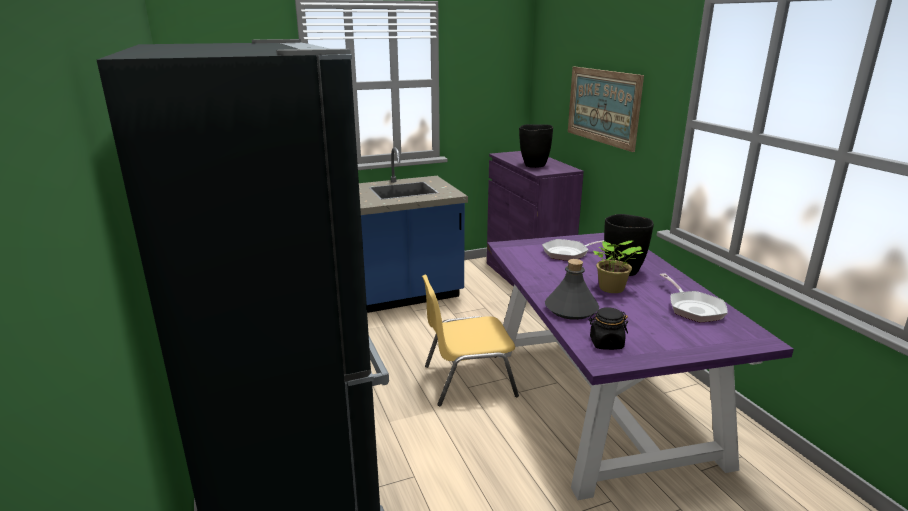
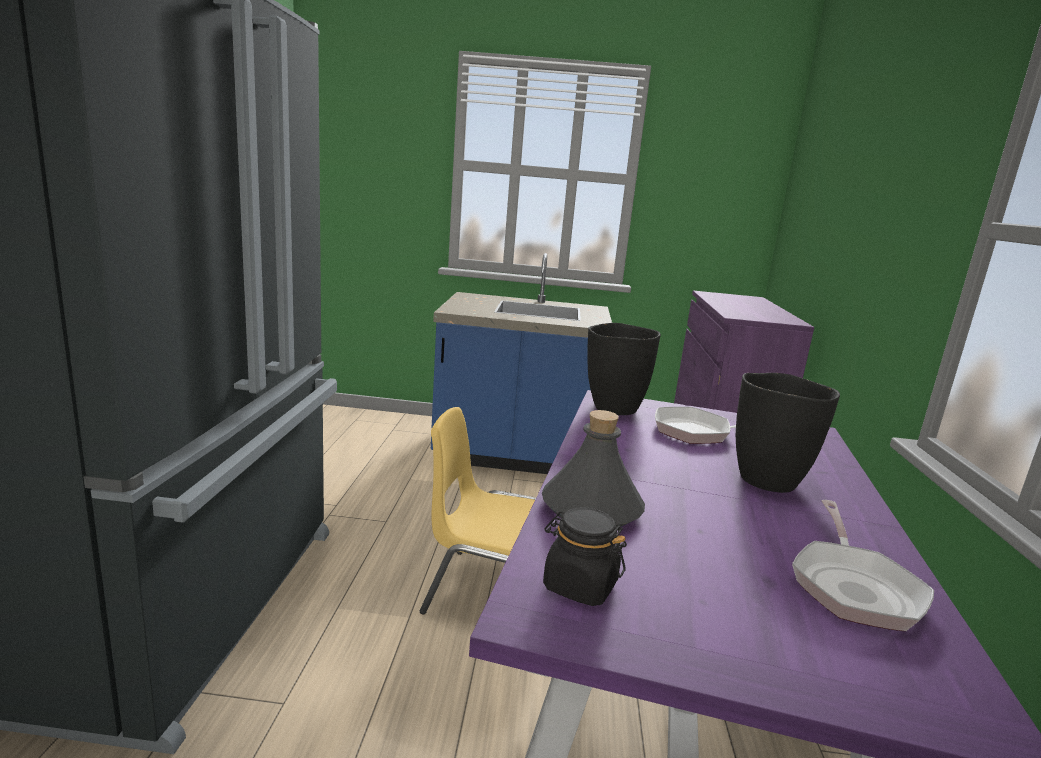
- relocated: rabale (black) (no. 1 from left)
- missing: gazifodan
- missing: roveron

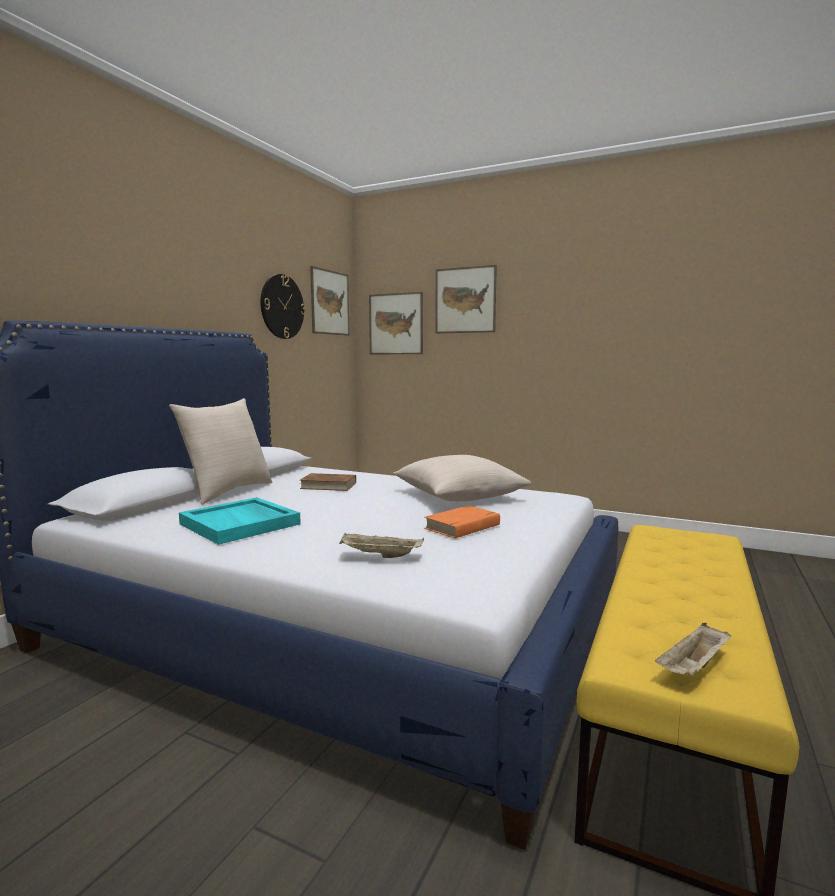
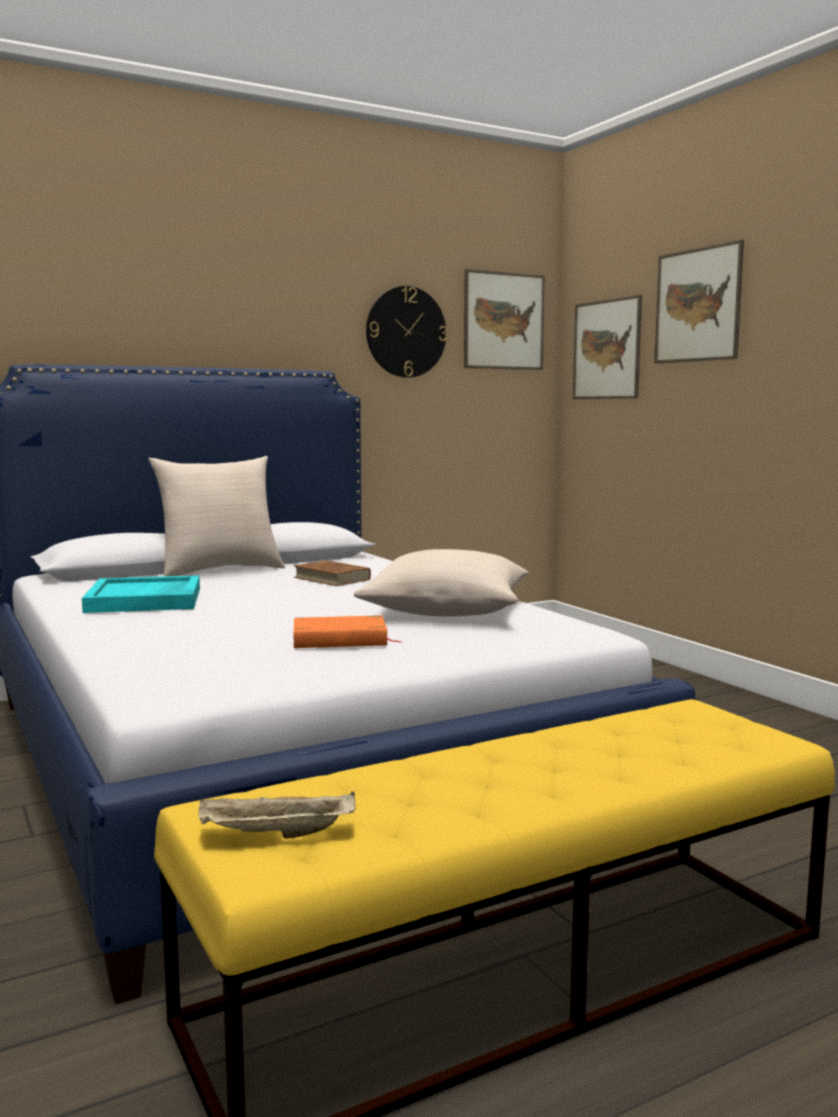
- missing: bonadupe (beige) (no. 1 from left)

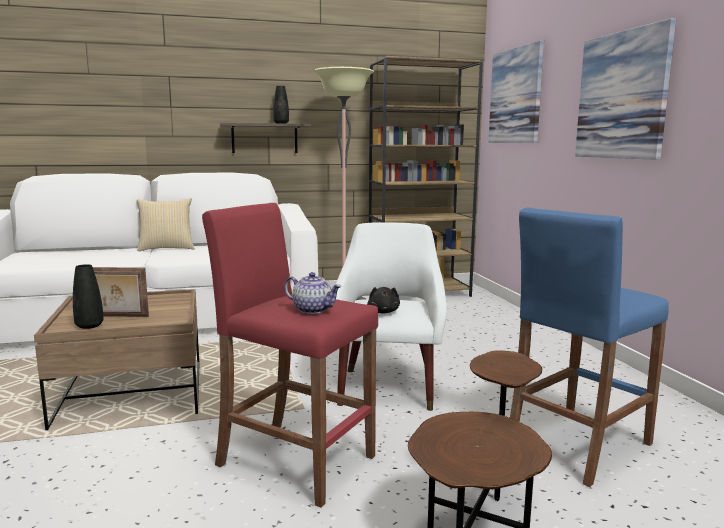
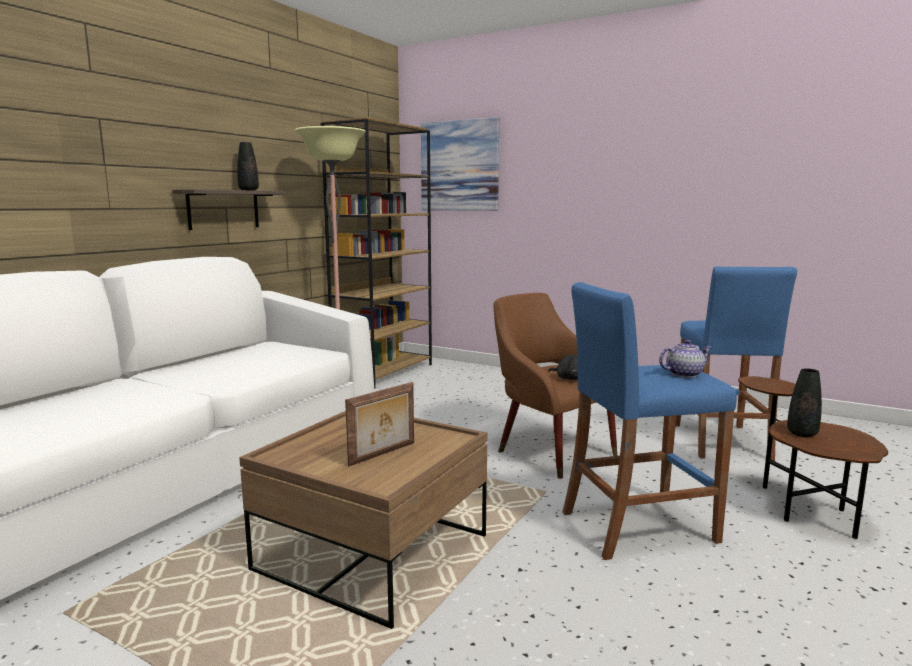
- colour: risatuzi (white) to risatuzi (brown)
- colour: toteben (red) to toteben (blue) (no. 1 from left)
- relocated: rabale (black) (no. 1 from left in the first image) to rabale (black) (no. 2 from left)
- missing: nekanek
- missing: gazifodan (no. 2 from left)

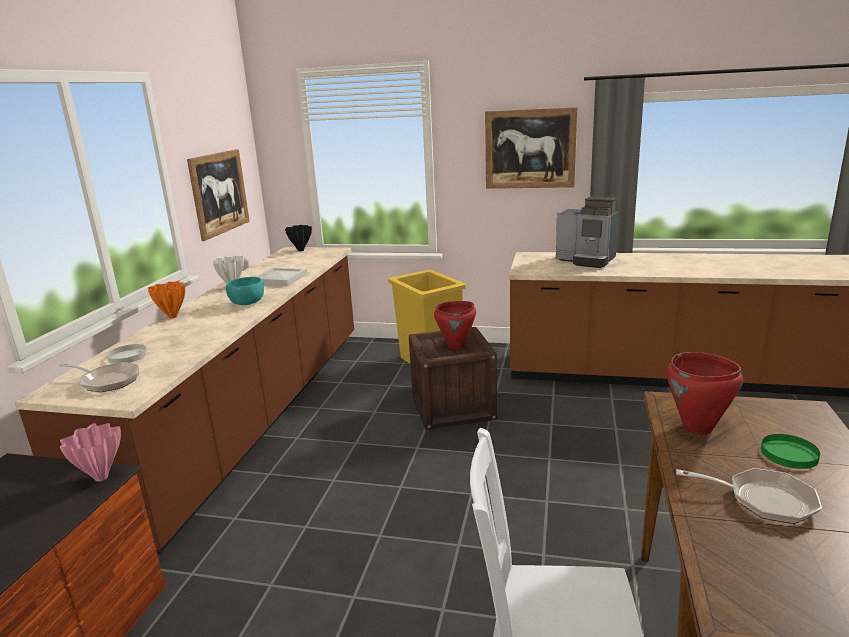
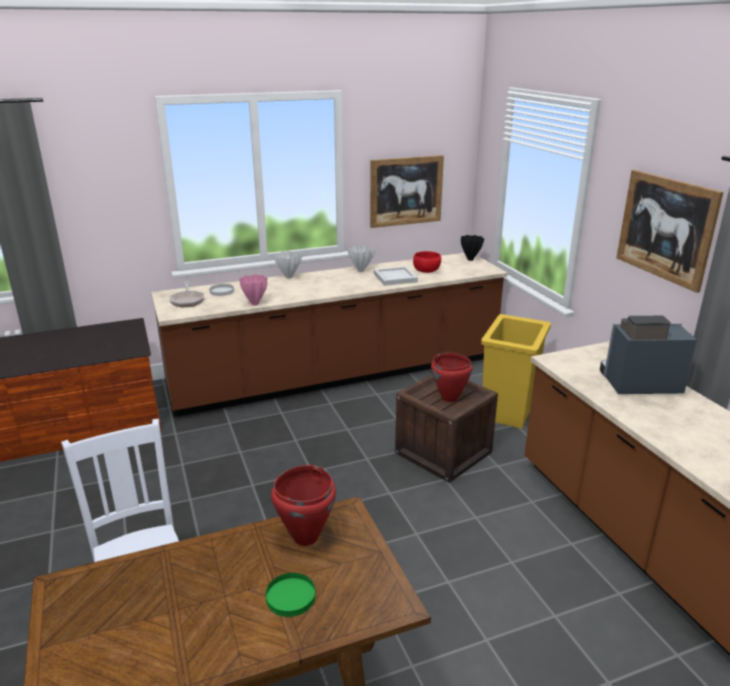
- relocated: rabale (pink)
- colour: rabale (orange) to rabale (white) (no. 1 from left)
- appeared: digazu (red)
- spun: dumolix 90 degrees clockwise
- missing: digazu (turquoise)
- missing: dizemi (no. 2 from left)

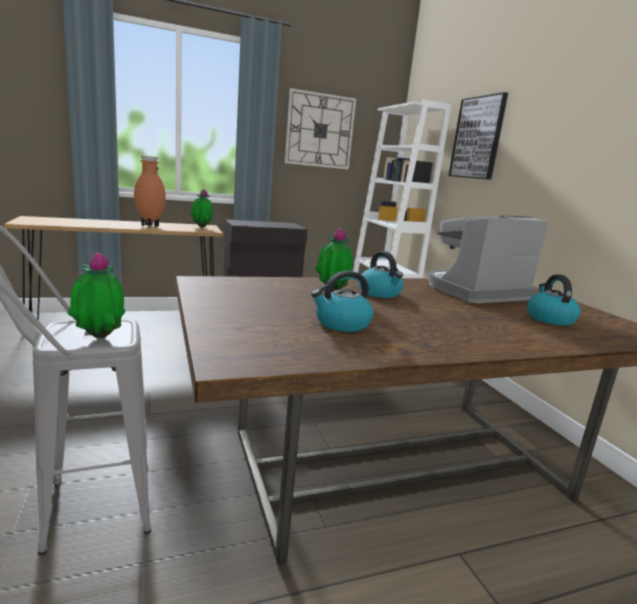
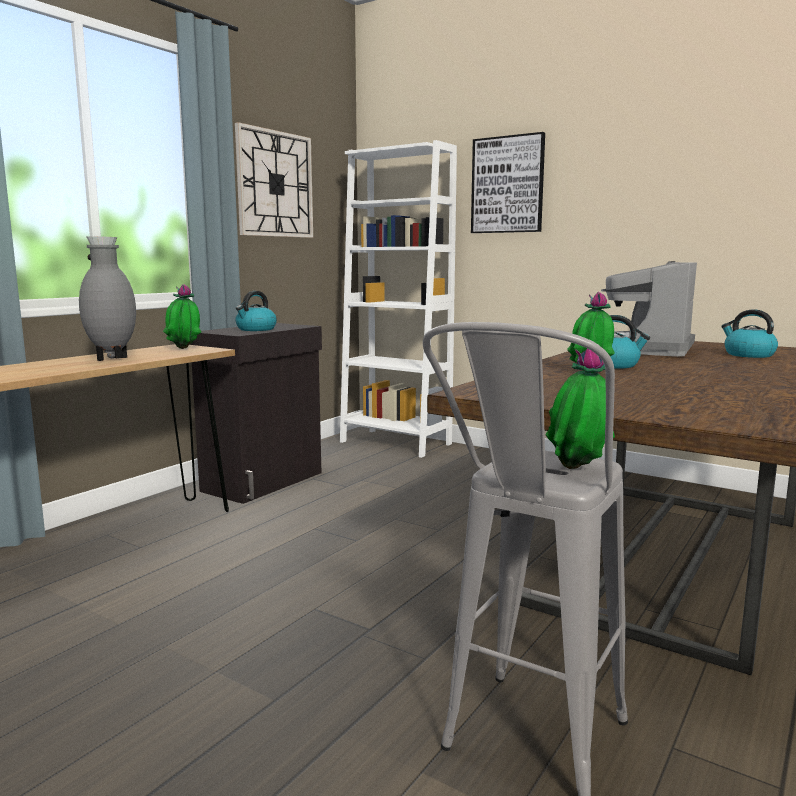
- colour: rabale (brown) to rabale (grey)
- relocated: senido (no. 1 from left)

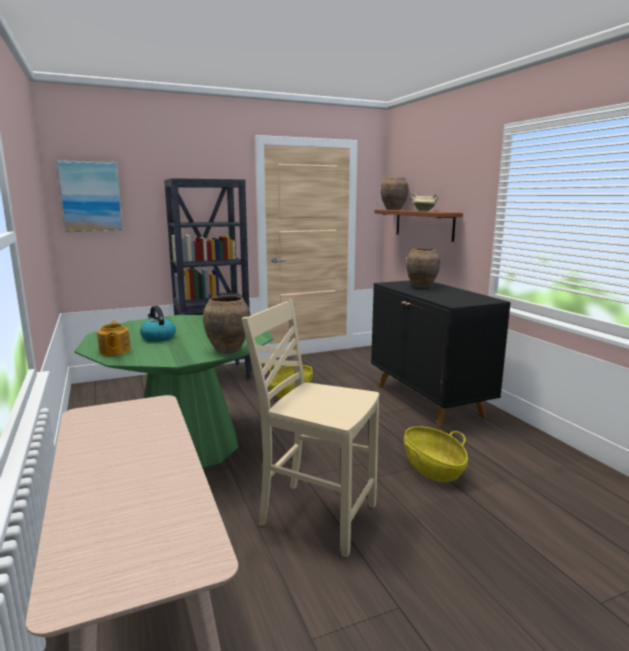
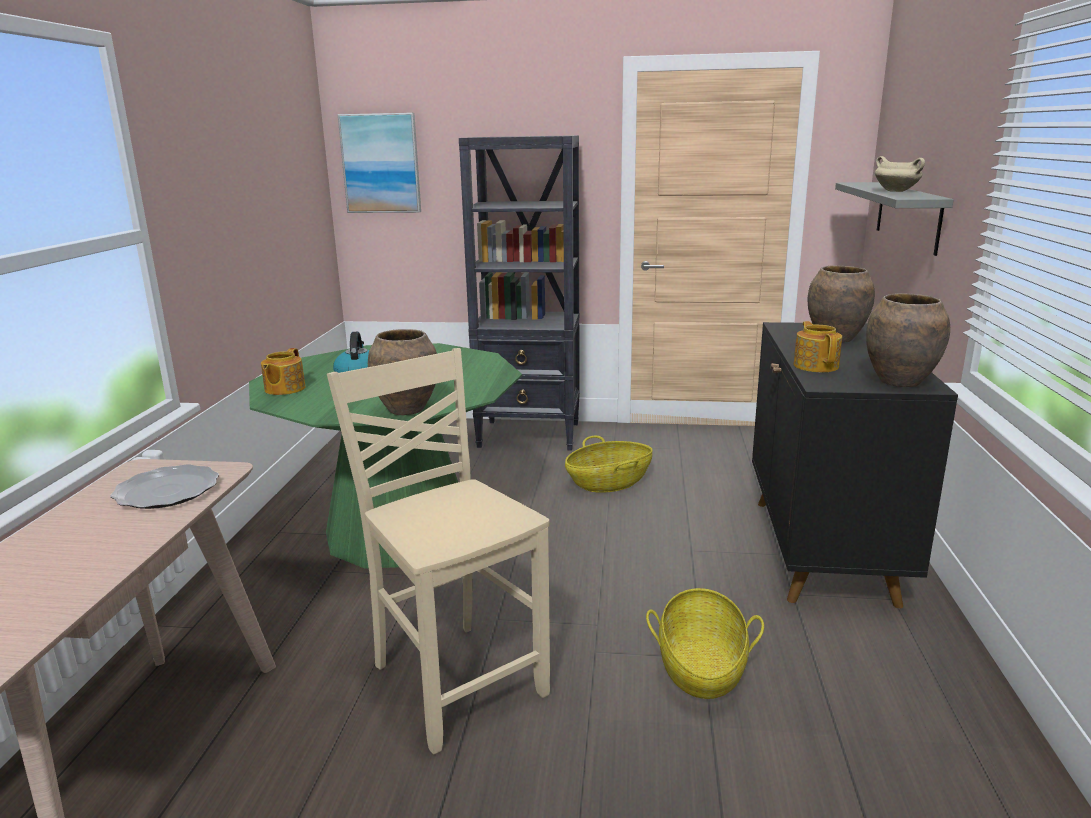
- appeared: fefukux
- appeared: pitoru (no. 2 from left)
- colour: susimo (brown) to susimo (grey)
- relocated: rabale (brown) (no. 2 from left in the first image) to rabale (brown) (no. 3 from left)

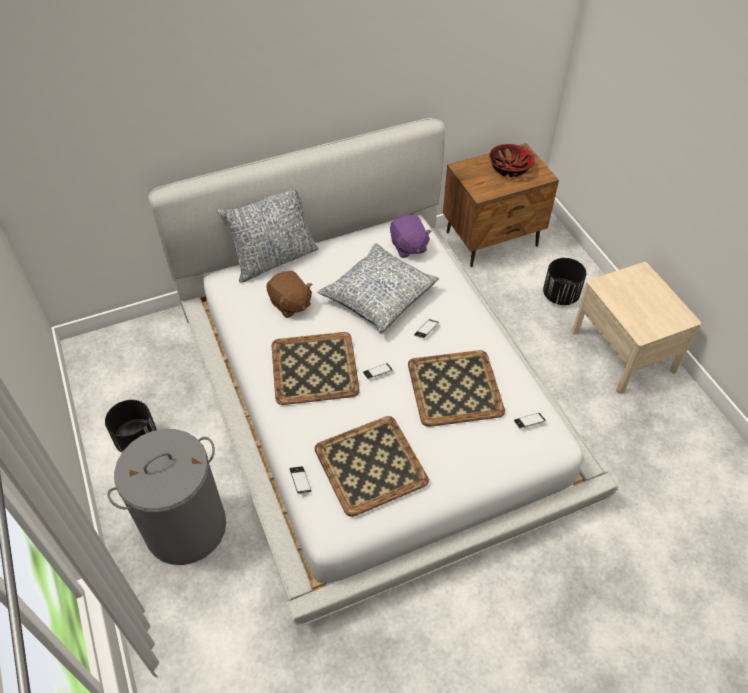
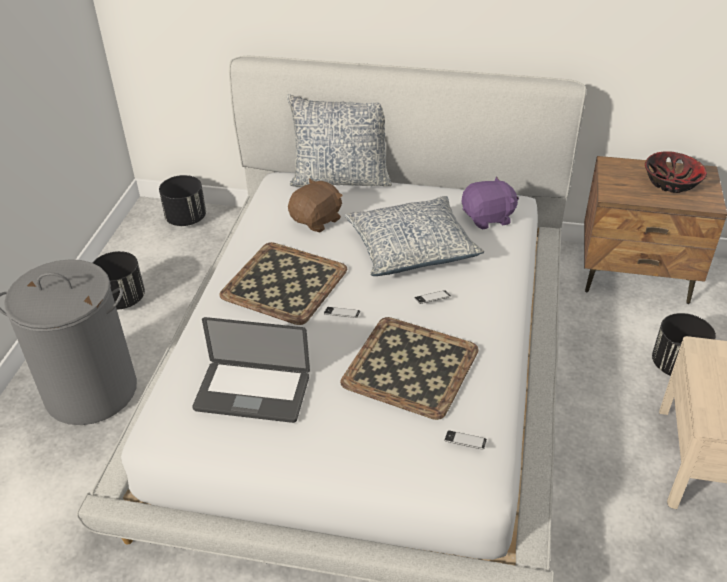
- appeared: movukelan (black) (no. 2 from left)
- exchanged: bonadupe (no. 2 from left) to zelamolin
- spun: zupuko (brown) 135 degrees counterclockwise
- spun: zupuko (purple) 120 degrees counterclockwise
- missing: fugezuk (no. 1 from left)

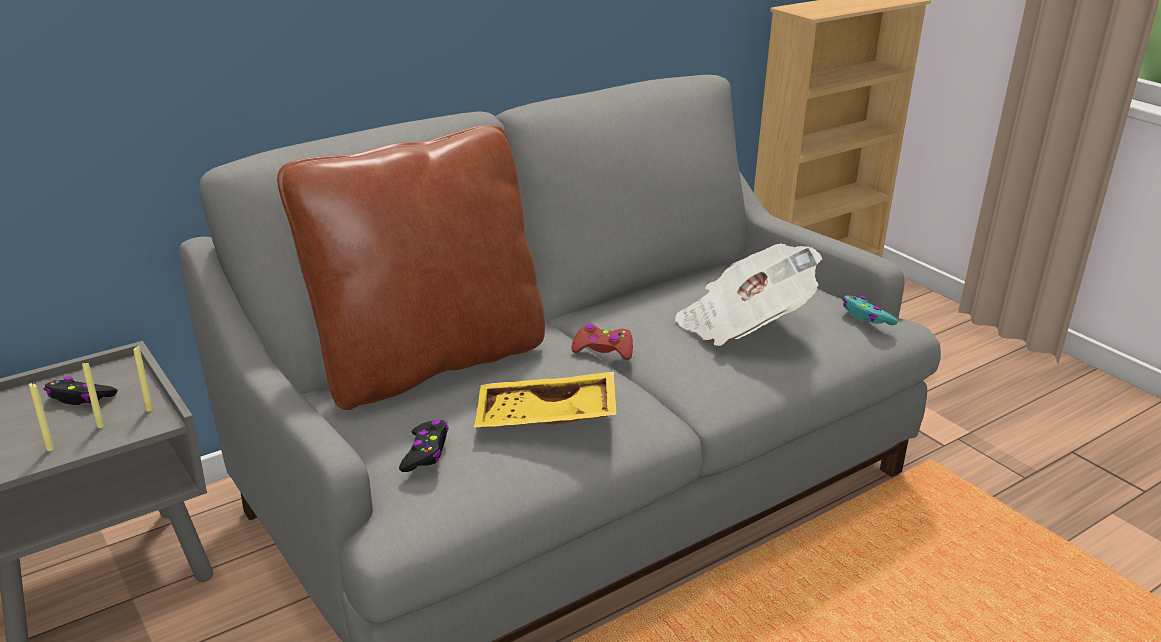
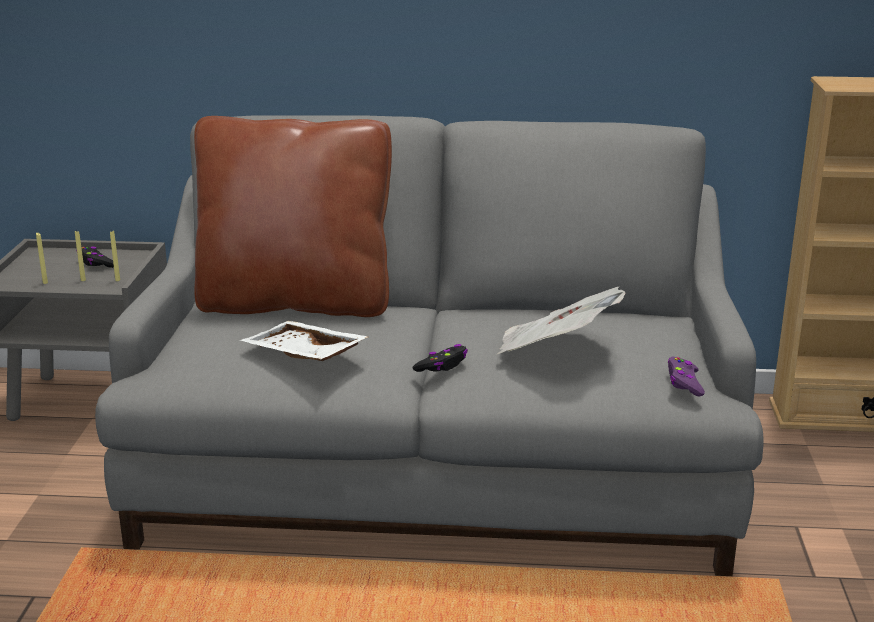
- colour: bonadupe (yellow) to bonadupe (white)
- relocated: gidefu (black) (no. 2 from left)
- colour: gidefu (turquoise) to gidefu (purple)
- missing: gidefu (red)

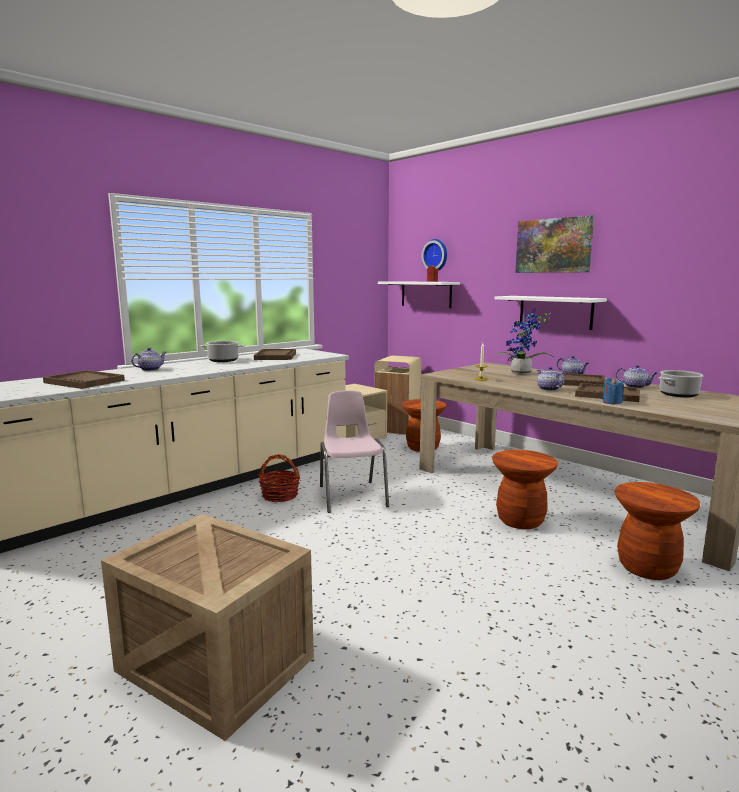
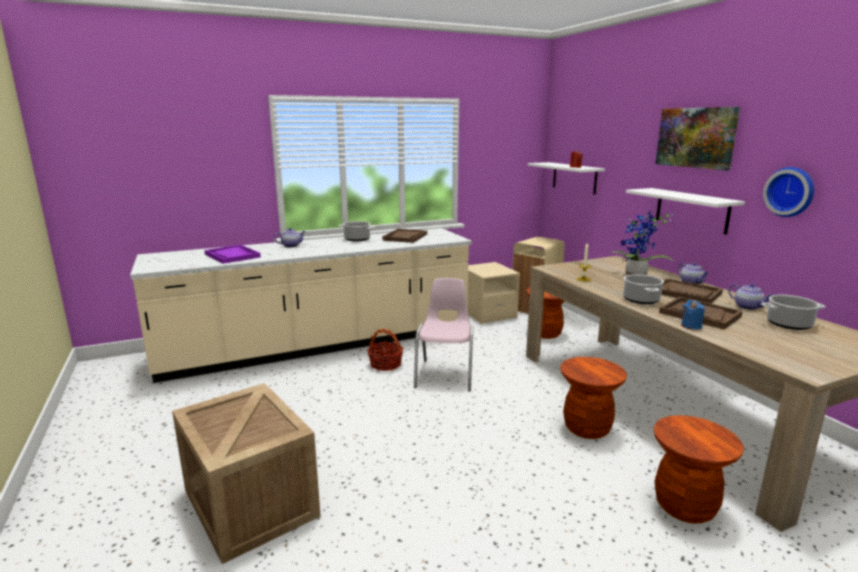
- colour: bonadupe (brown) (no. 1 from left) to bonadupe (purple)
- exchanged: pitoru (no. 2 from left) to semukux (no. 2 from left)
- relocated: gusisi

